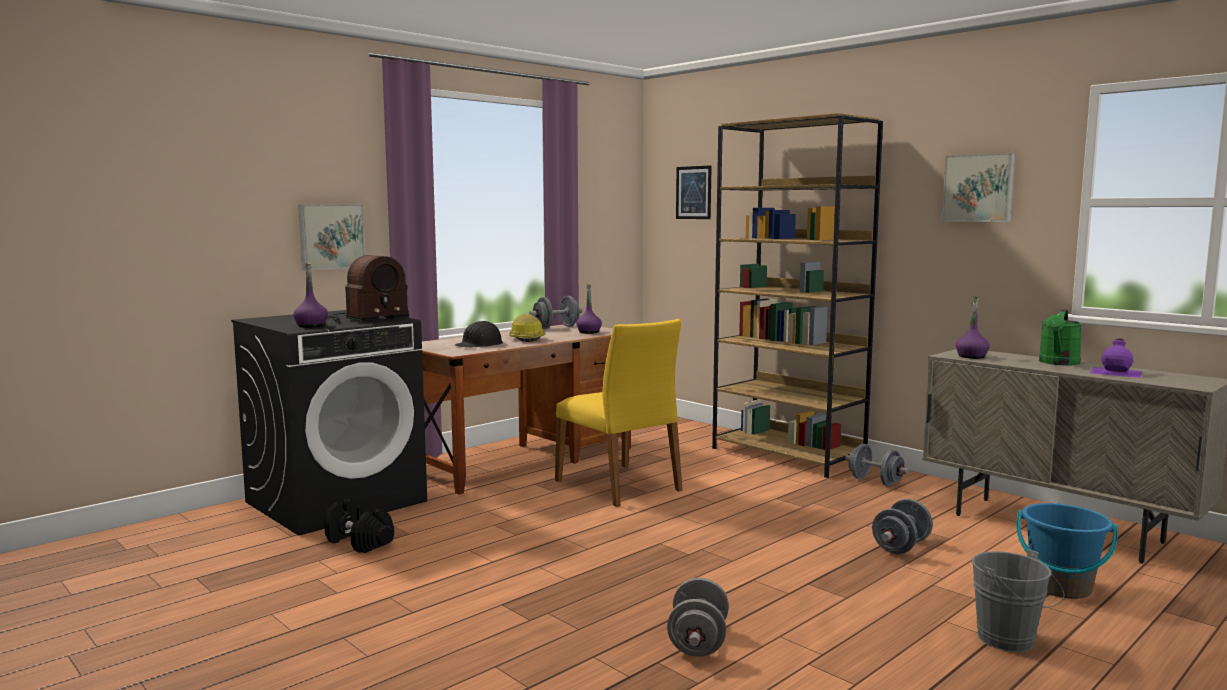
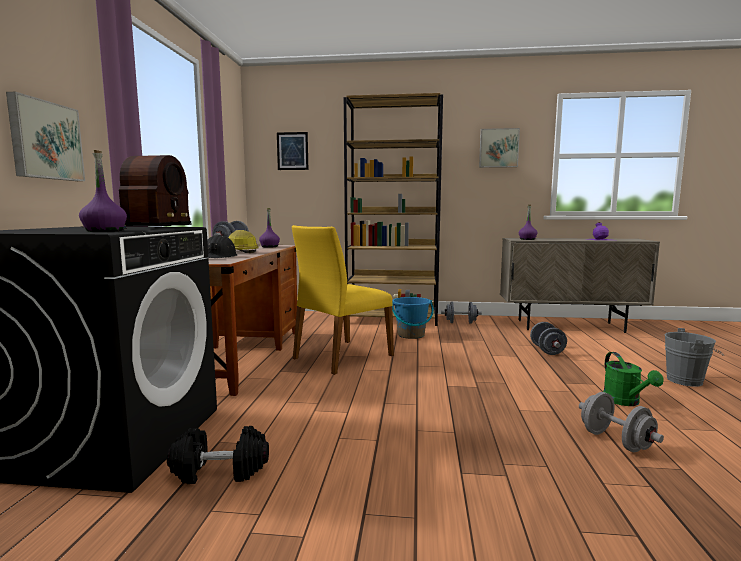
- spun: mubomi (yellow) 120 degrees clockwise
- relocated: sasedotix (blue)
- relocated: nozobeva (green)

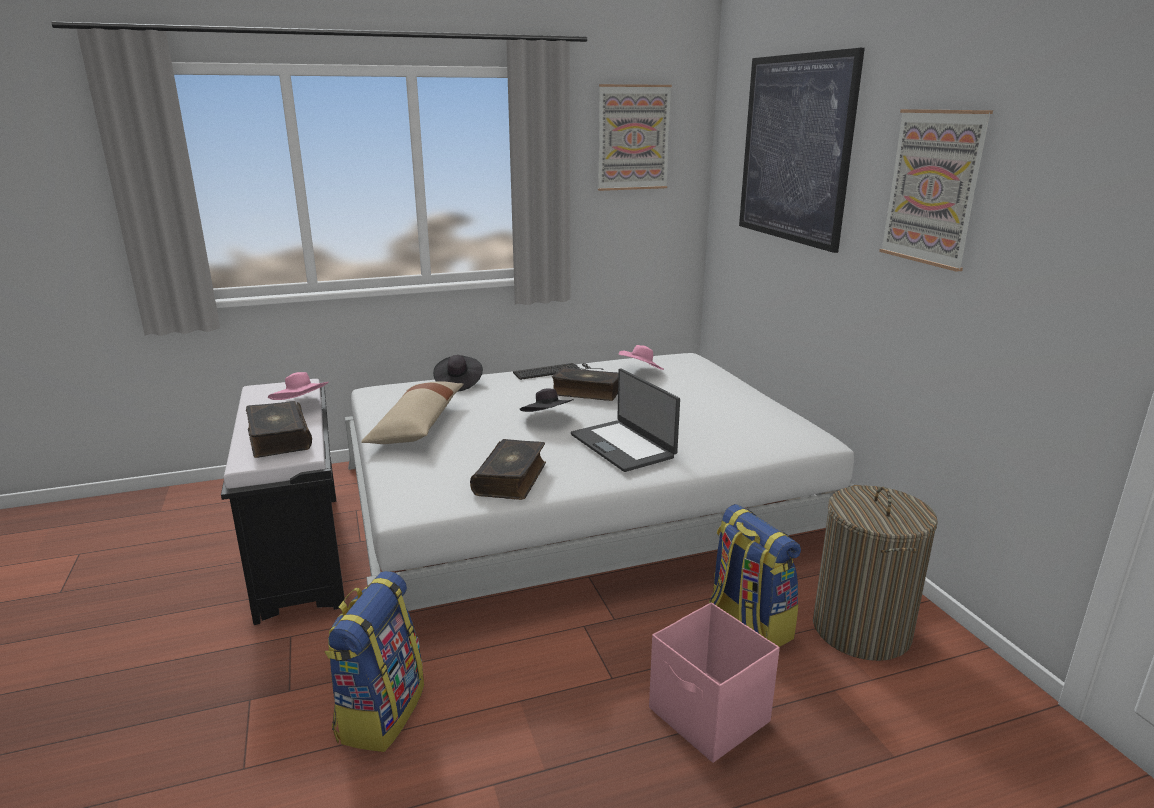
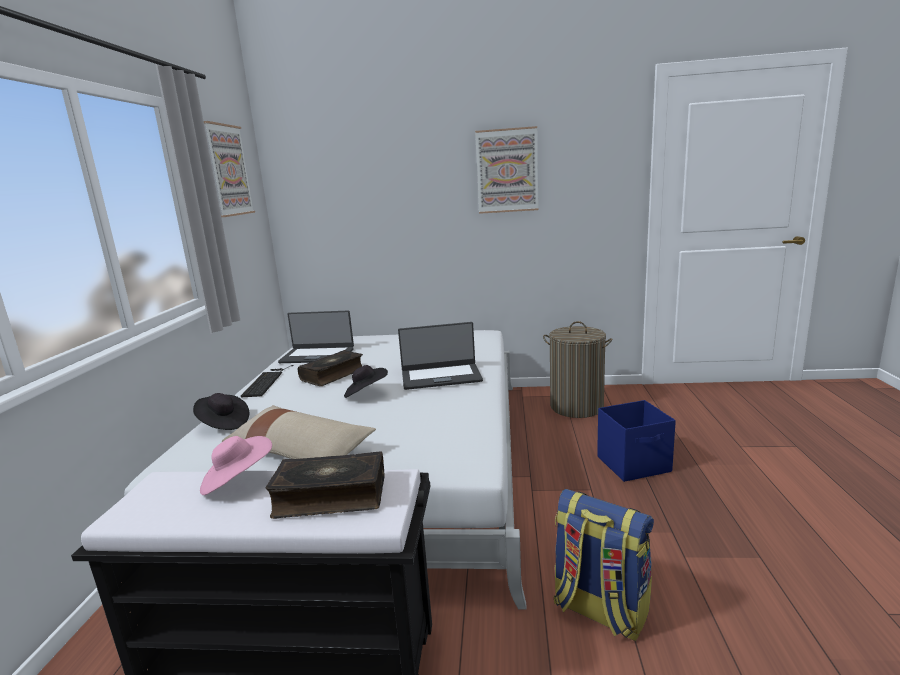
- exchanged: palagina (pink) (no. 2 from left) to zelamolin (no. 1 from left)
- colour: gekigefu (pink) to gekigefu (blue)
- missing: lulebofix (no. 2 from left)
- missing: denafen (no. 2 from left)
- missing: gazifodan (no. 2 from left)

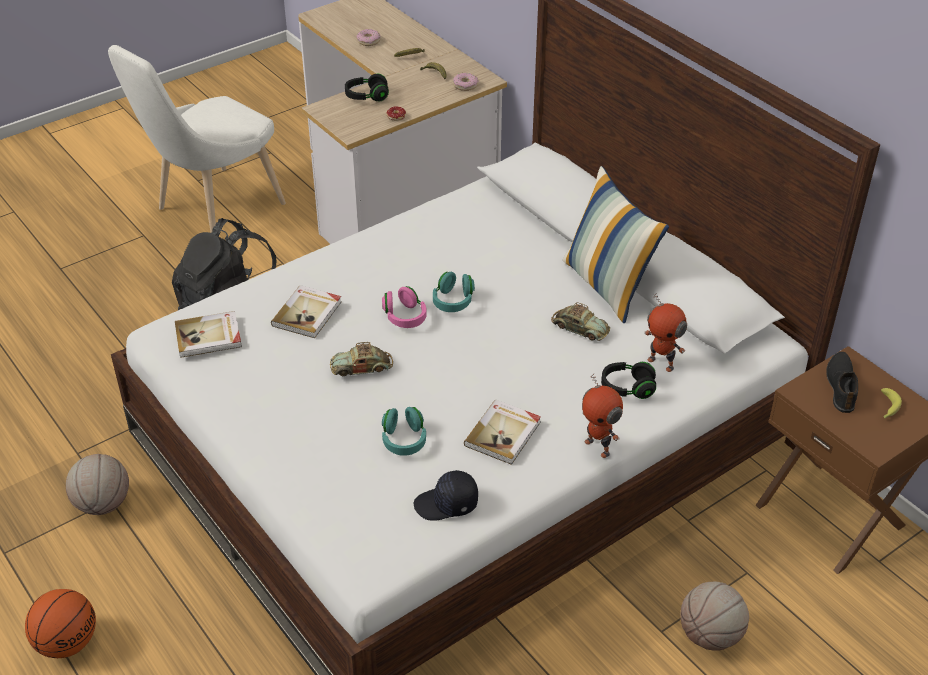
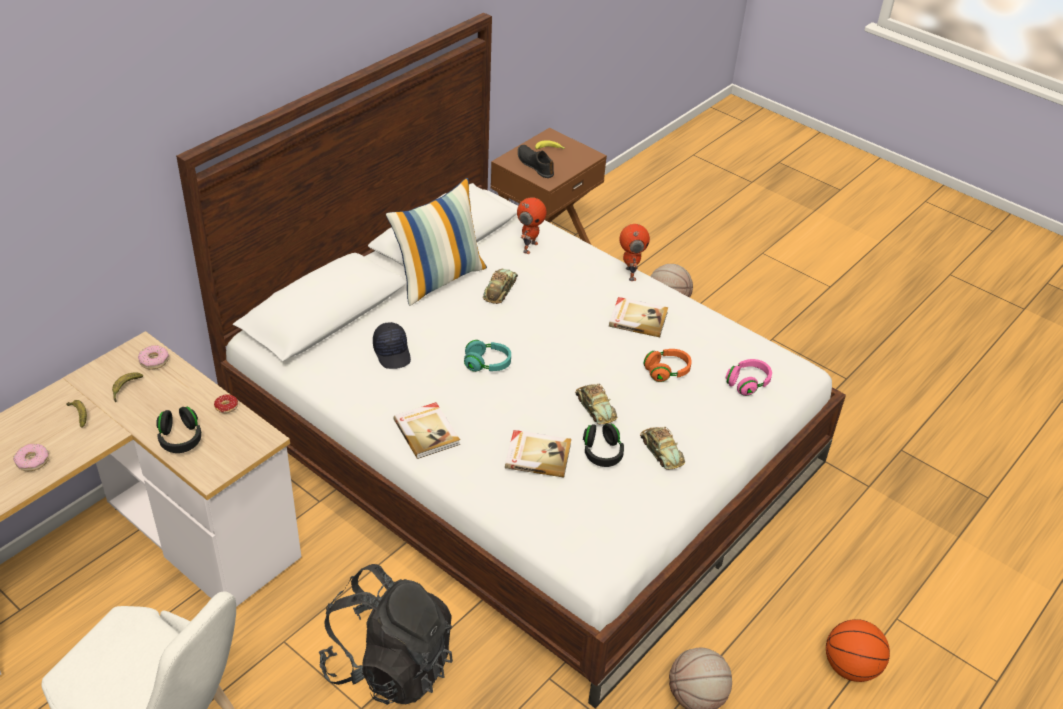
- relocated: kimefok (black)
- relocated: lulebofix (no. 1 from left)
- spun: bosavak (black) 60 degrees clockwise
- relocated: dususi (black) (no. 2 from left)
- spun: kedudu (no. 1 from left in the first image) 45 degrees counterclockwise
- appeared: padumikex (no. 3 from left)
- colour: dususi (turquoise) (no. 1 from left) to dususi (orange)
- relocated: dususi (pink)

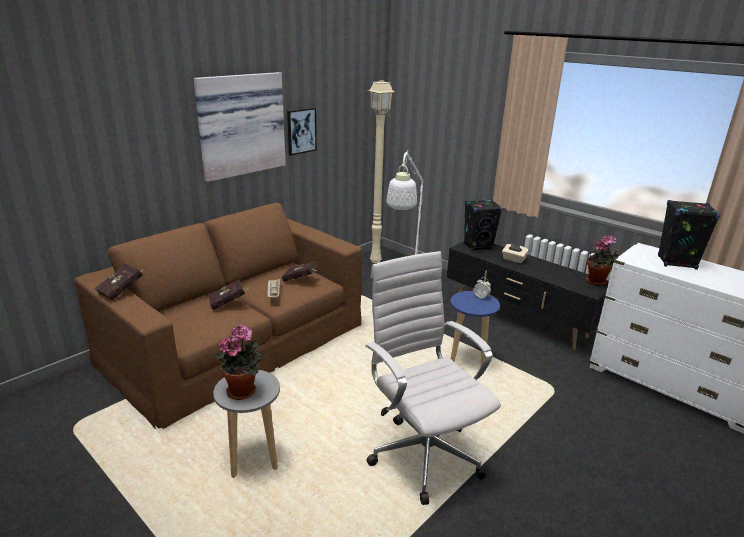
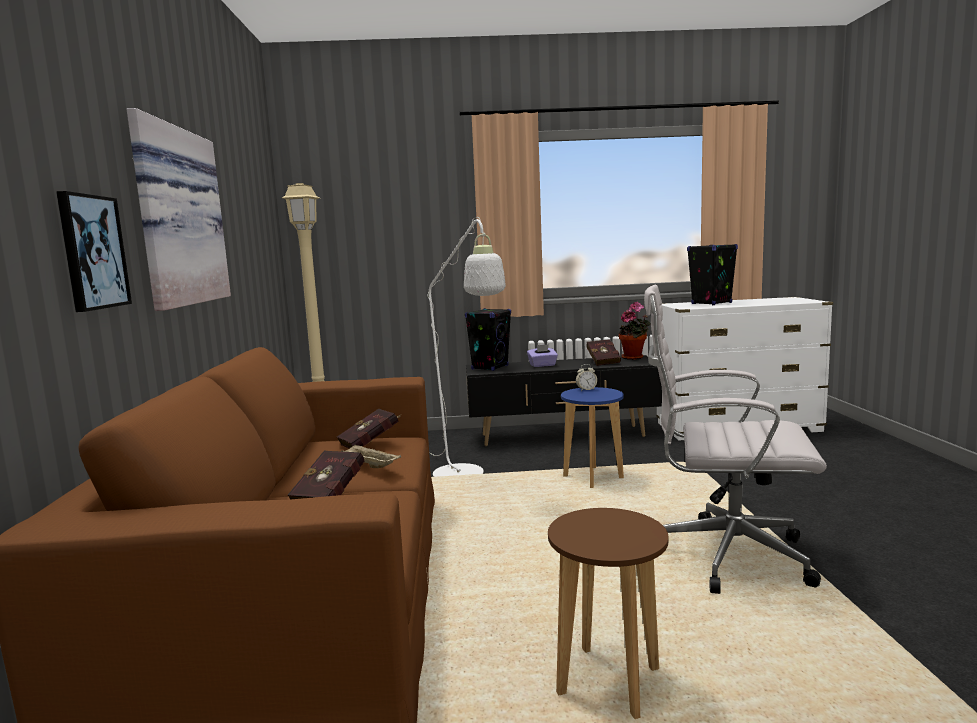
- relocated: gazifodan (no. 2 from left in the first image) to gazifodan (no. 1 from left)
- colour: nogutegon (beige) to nogutegon (purple)
- colour: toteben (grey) to toteben (brown)
- relocated: lulebofix (red) (no. 1 from left in the first image) to lulebofix (red) (no. 3 from left)
- missing: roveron (no. 1 from left)

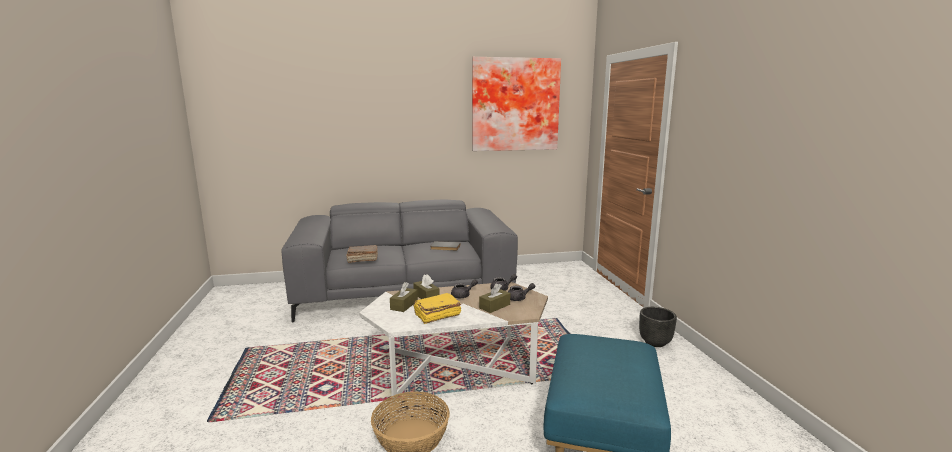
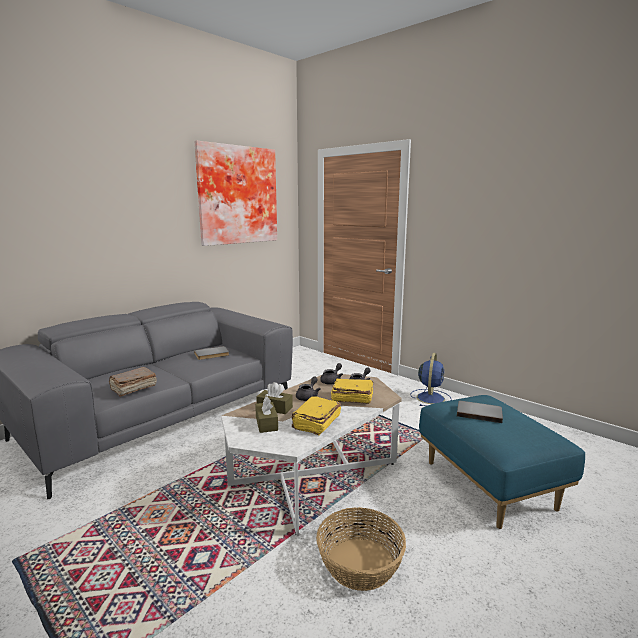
- exchanged: nogutegon (brown) (no. 3 from left) to lulebofix (yellow) (no. 2 from left)
- exchanged: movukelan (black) to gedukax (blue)
- appeared: lulebofix (grey) (no. 2 from left)

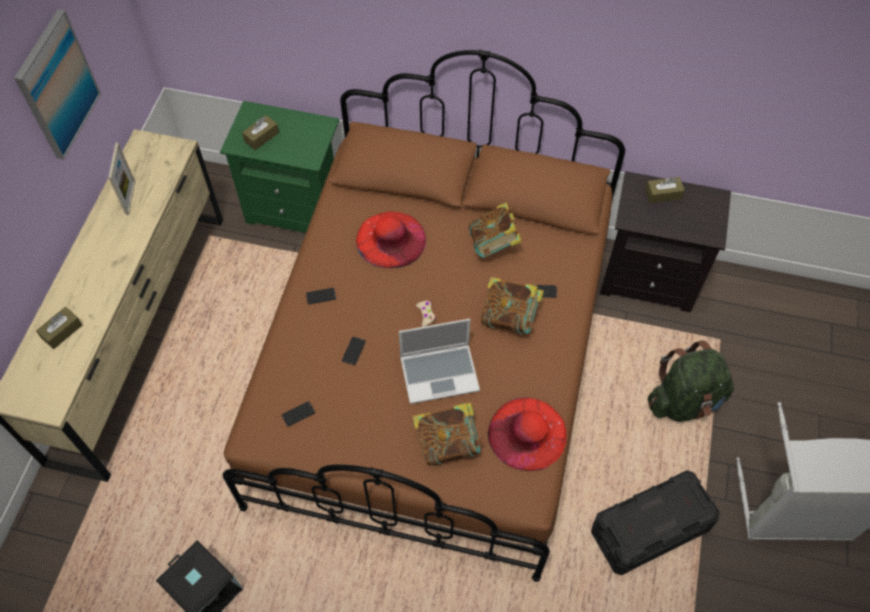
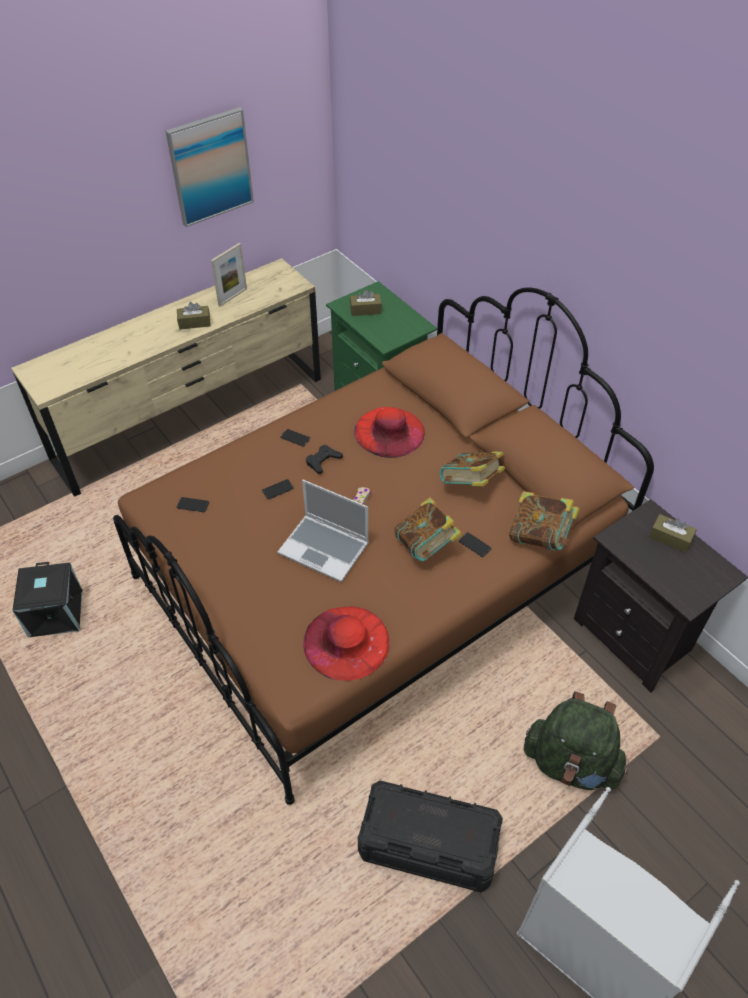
- relocated: nogutegon (brown) (no. 1 from left)
- appeared: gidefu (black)
- relocated: lulebofix (no. 1 from left in the first image) to lulebofix (no. 3 from left)

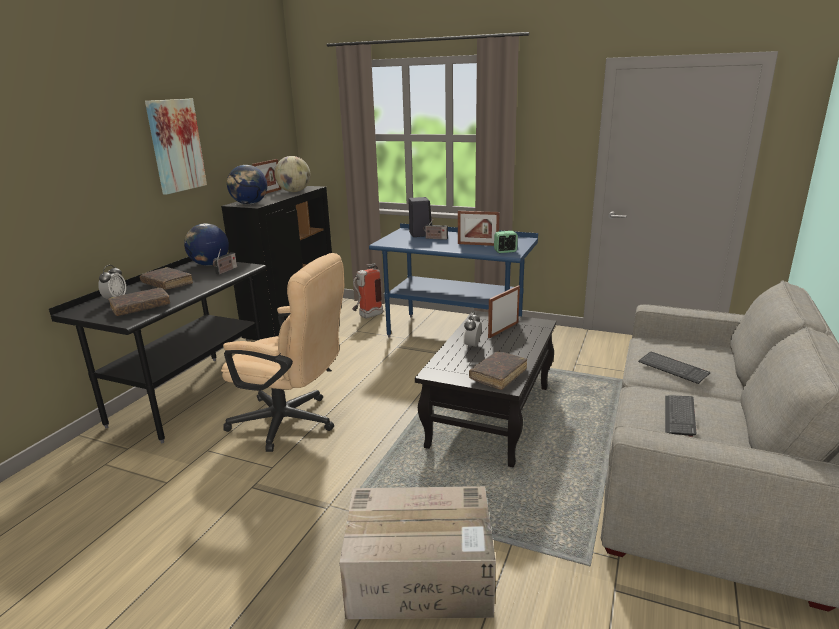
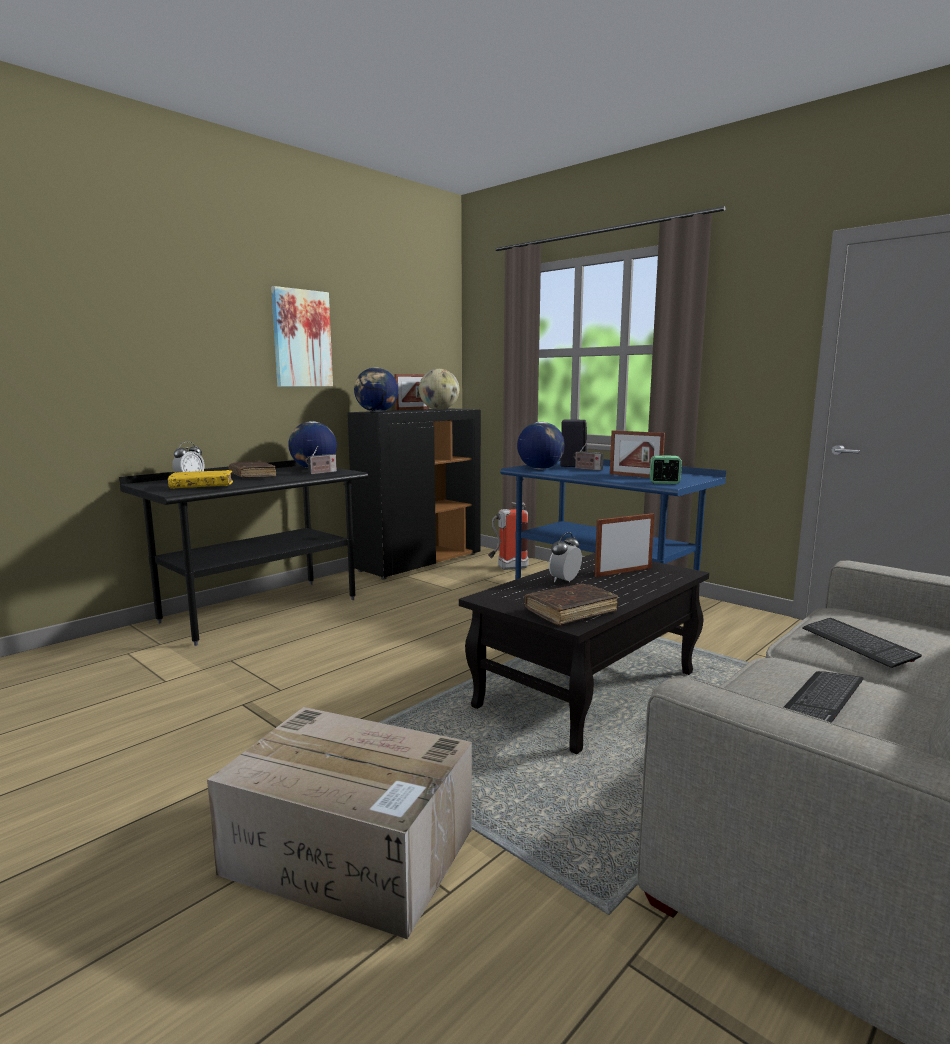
- colour: lulebofix (brown) (no. 1 from left) to lulebofix (yellow)
- appeared: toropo (no. 4 from left)
- missing: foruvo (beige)

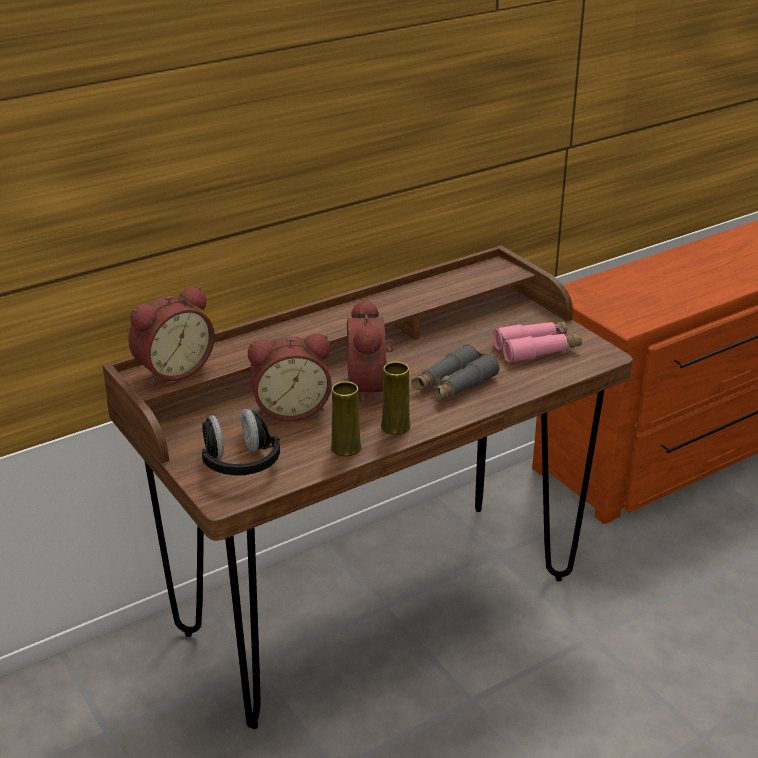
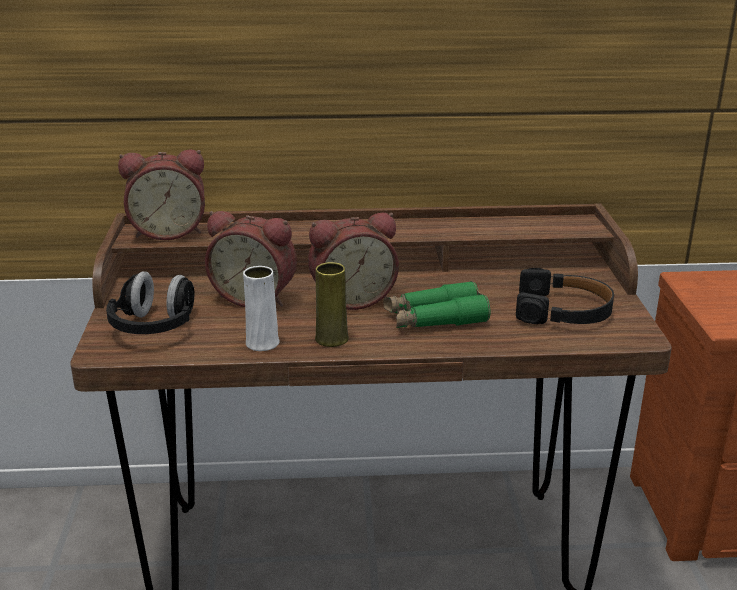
- colour: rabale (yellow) (no. 1 from left) to rabale (white)
- spun: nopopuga (no. 3 from left) 135 degrees counterclockwise
- colour: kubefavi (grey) to kubefavi (green)
- exchanged: kubefavi (pink) to dususi (black) (no. 2 from left)

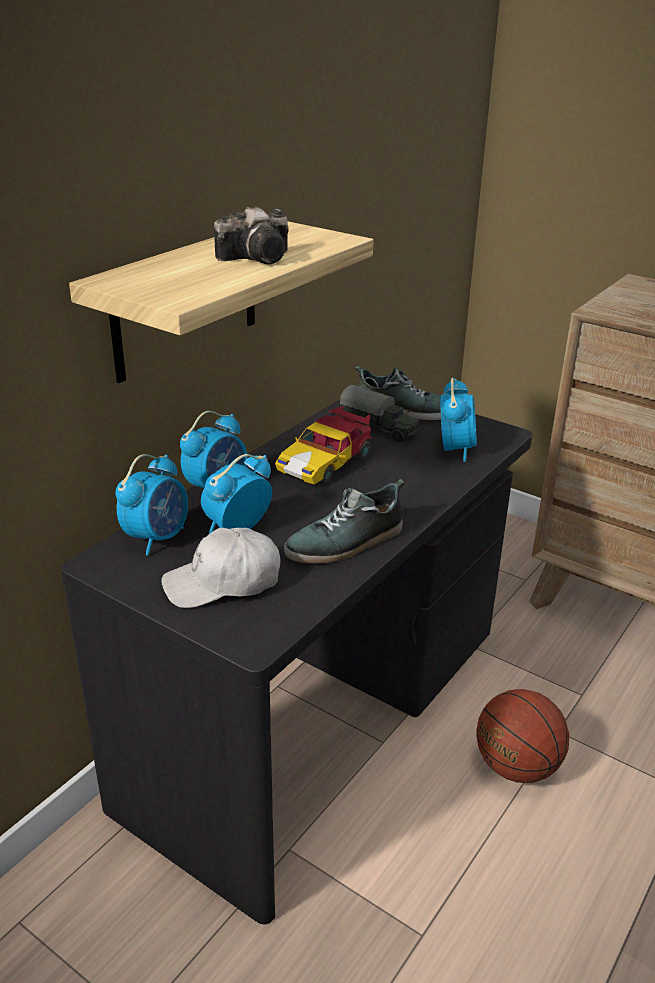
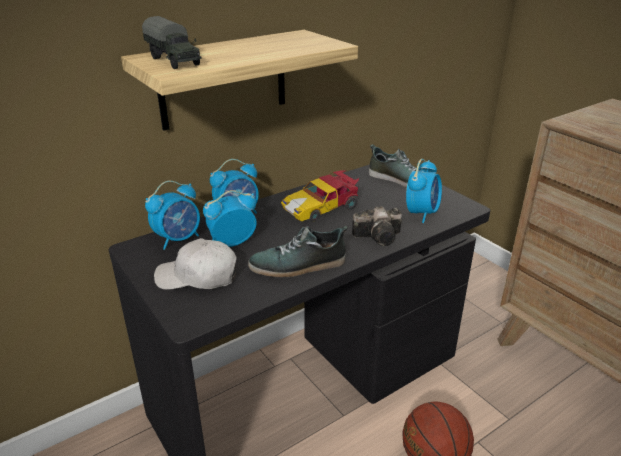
- relocated: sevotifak
- relocated: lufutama

